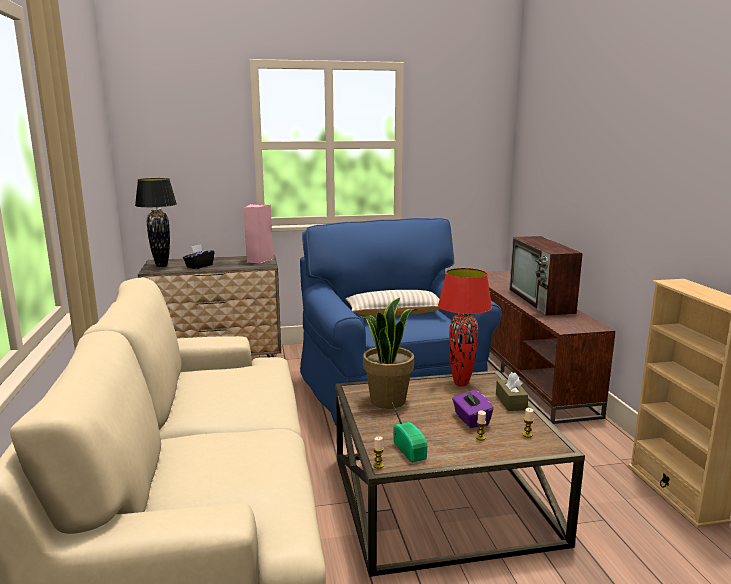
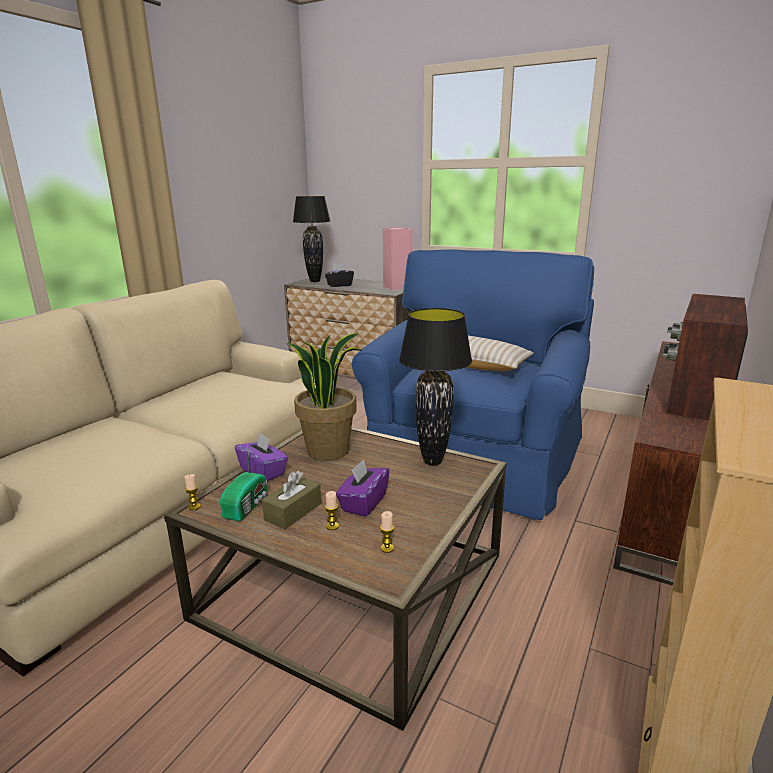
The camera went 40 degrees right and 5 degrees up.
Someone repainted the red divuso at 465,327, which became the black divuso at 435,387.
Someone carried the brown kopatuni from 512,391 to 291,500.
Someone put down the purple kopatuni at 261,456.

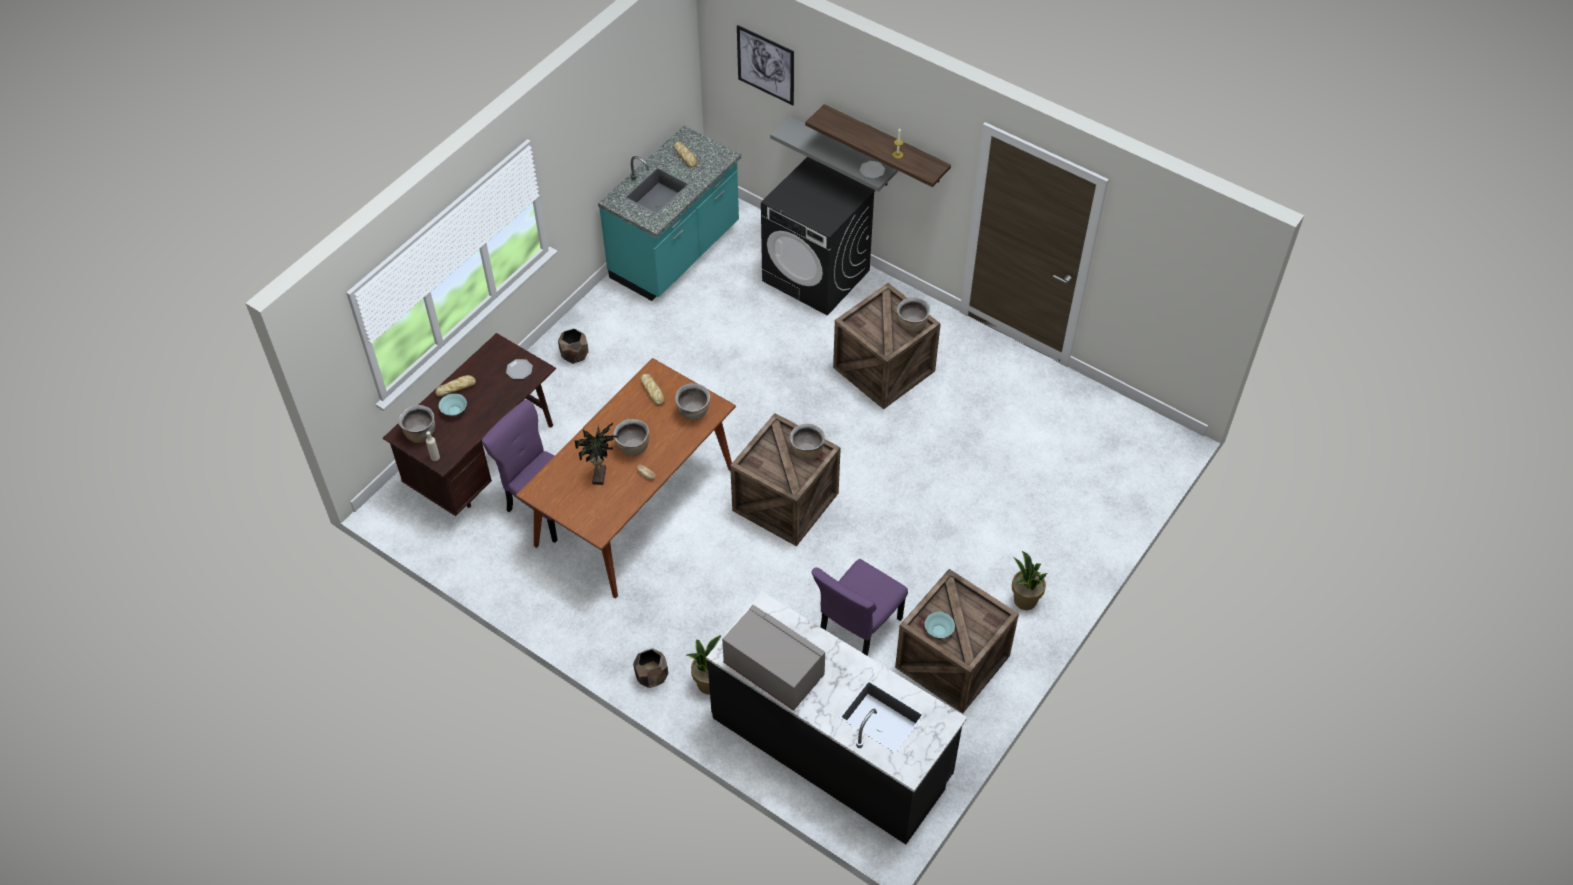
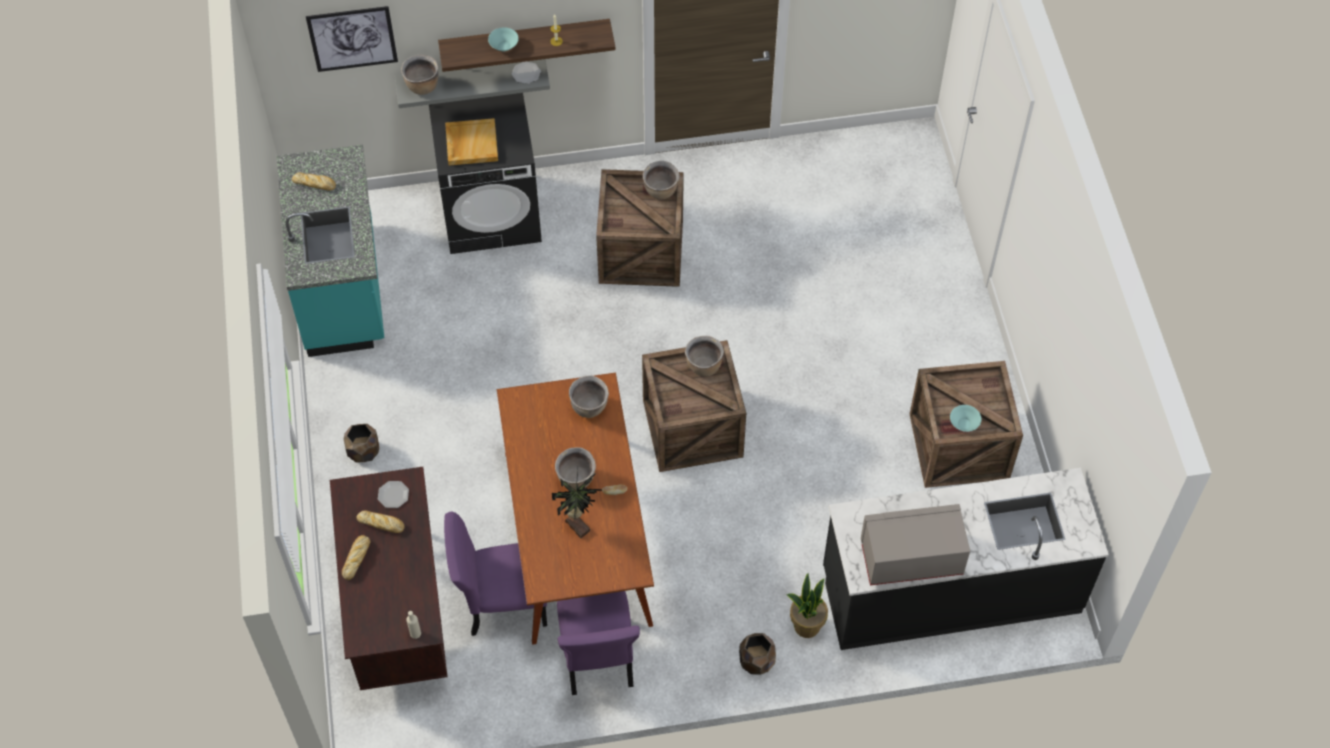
The camera went 45 degrees left and 5 degrees up.
Someone carried the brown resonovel from 416,424 to 420,75.
Someone carried the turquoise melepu from 453,404 to 503,39.
Someone carried the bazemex from 652,389 to 380,521.
Someone carried the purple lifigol from 860,607 to 598,643.
Someone took away the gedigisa at 1029,580.
Someone put down the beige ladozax at 471,142.

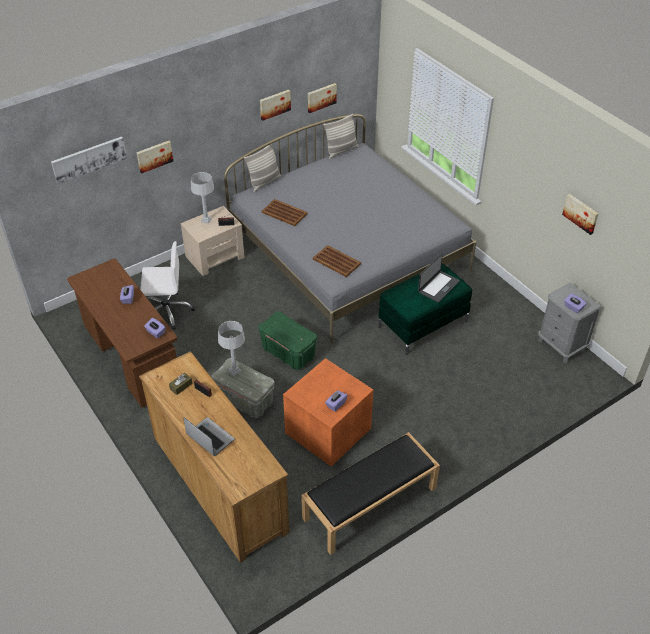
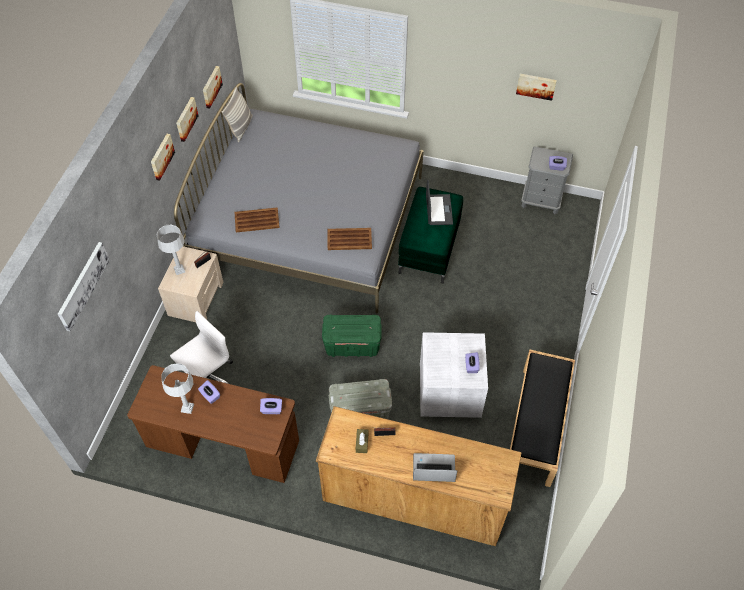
The camera went 40 degrees left and 10 degrees up.
Someone carried the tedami from 154,157 to 163,157.
Someone carried the grey divuso from 231,348 to 177,388.
Someone took away the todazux at 263,168.
Someone repainted the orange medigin at 328,412, which became the white medigin at 454,375.

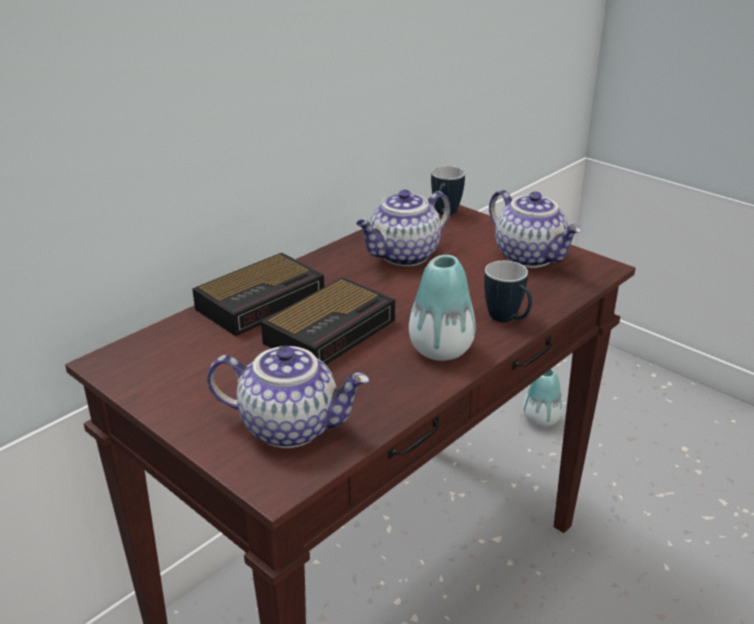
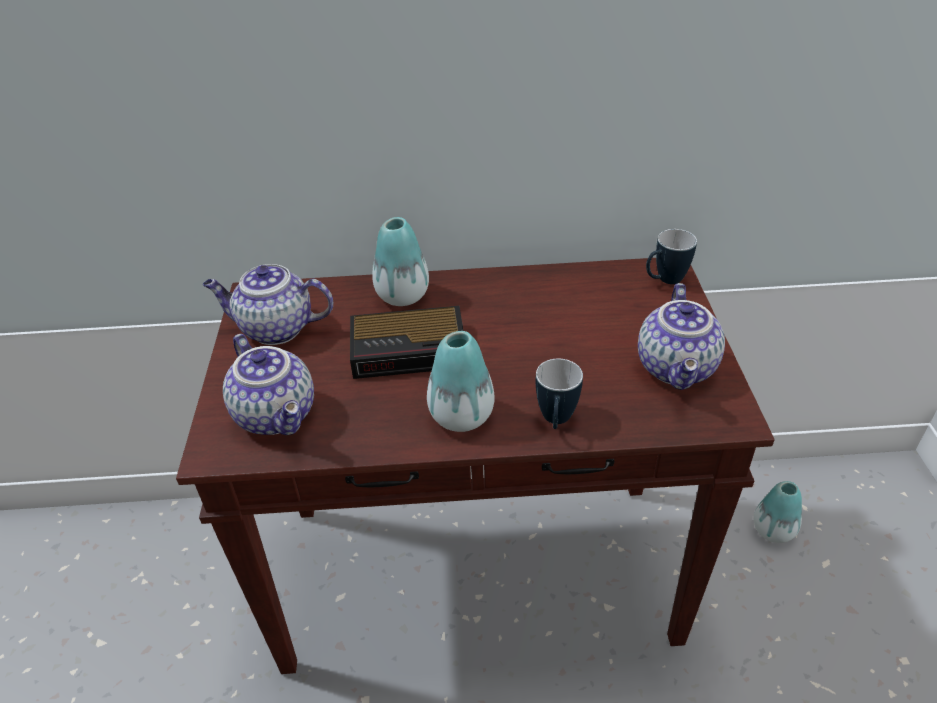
The camera went 45 degrees right and 10 degrees up.
Someone swapped the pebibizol at 258,294 for the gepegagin at 400,261.
Someone carried the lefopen from 403,228 to 268,304.

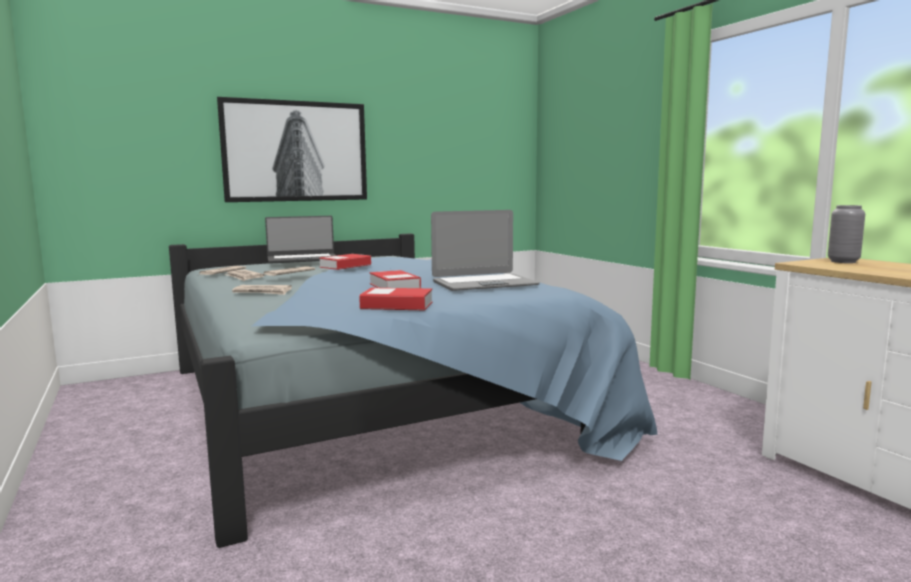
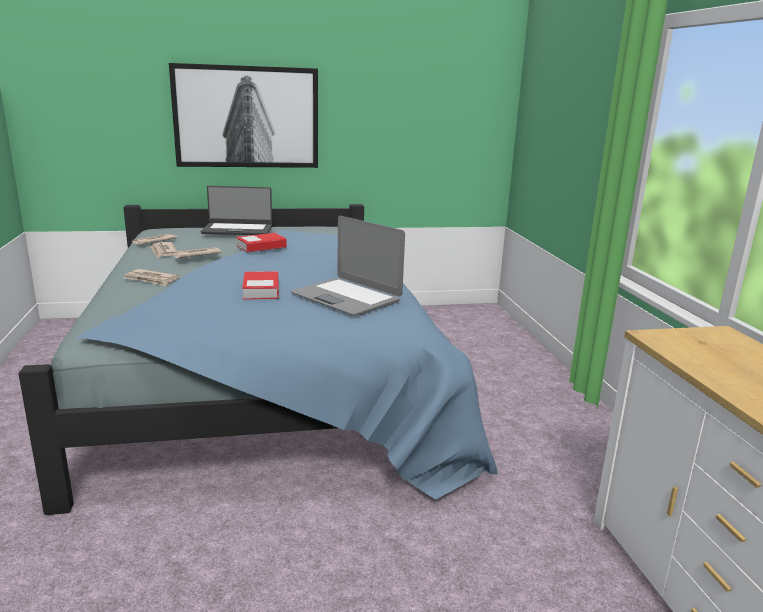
The camera went 15 degrees right and 10 degrees up.
Someone took away the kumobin at 395,299.
Someone rotated the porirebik at 485,250 by 45 degrees clockwise.
Someone took away the grey gepegagin at 846,234.

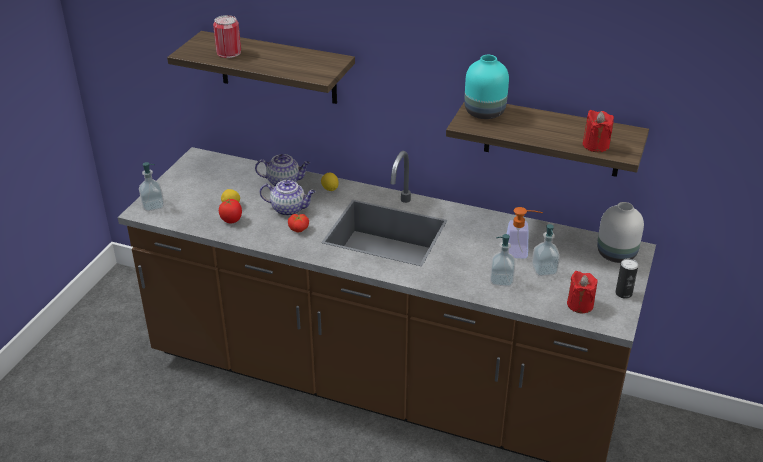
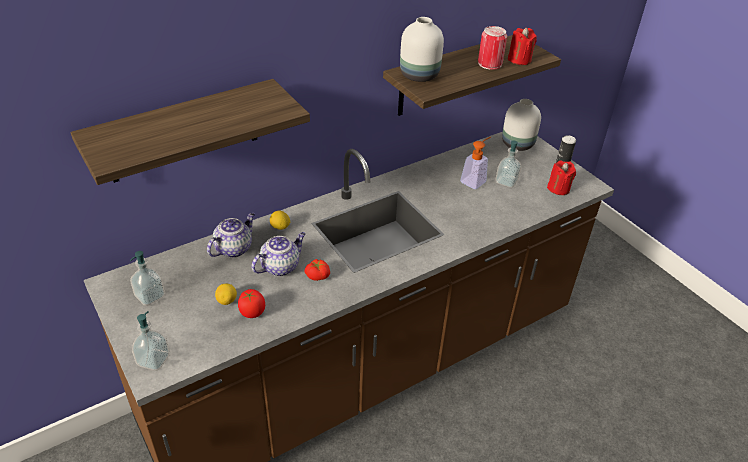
The camera went 55 degrees left and 5 degrees up.
Someone carried the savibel from 227,36 to 492,48.
Someone repainted the turquoise gepegagin at 486,87, which became the white gepegagin at 422,49.
Someone carried the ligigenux from 503,260 to 147,278.

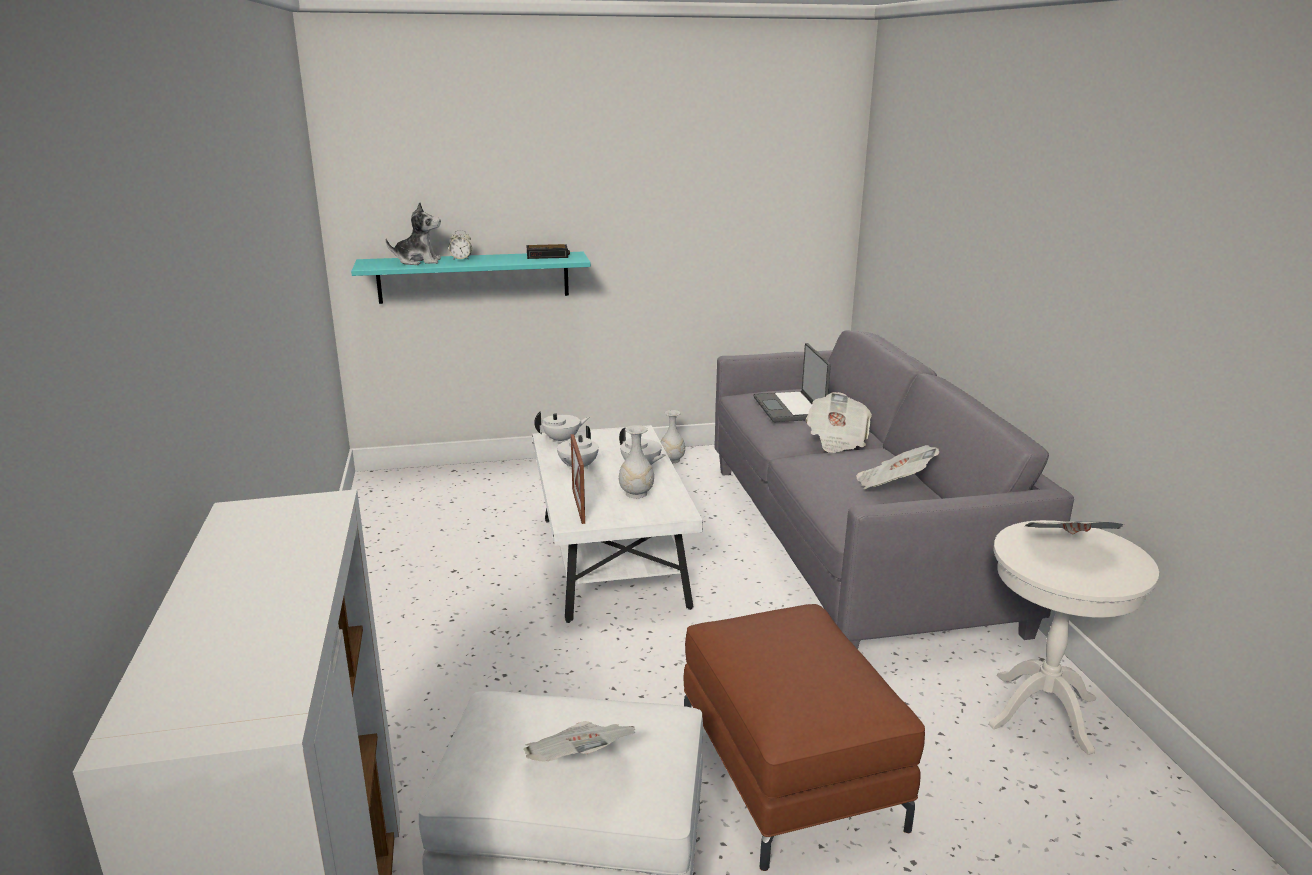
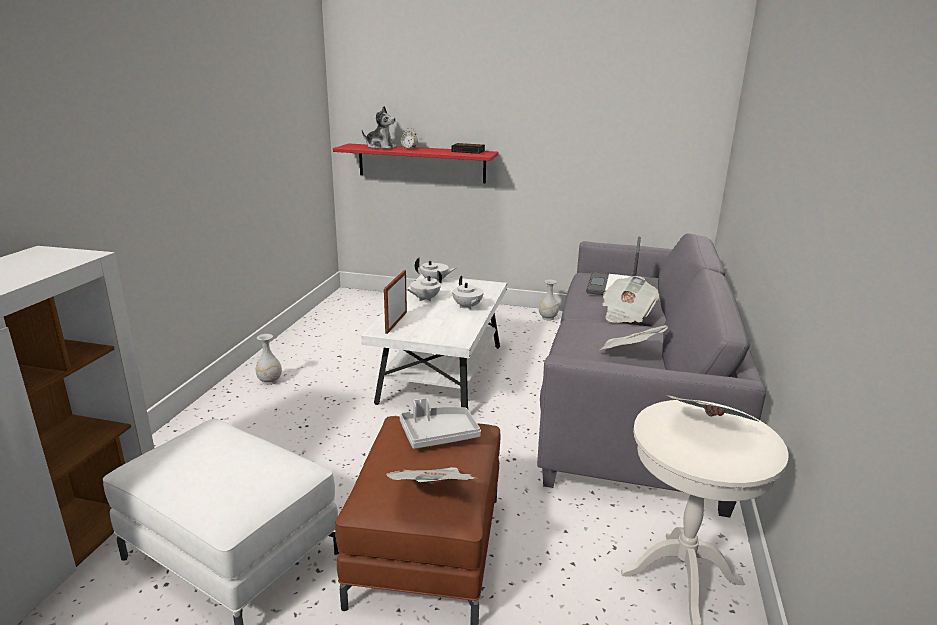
The camera went 25 degrees right and 0 degrees up.
Someone repainted the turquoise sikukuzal at 471,278, which became the red sikukuzal at 415,163.
Someone carried the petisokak from 579,741 to 431,475.
Someone carried the white gepegagin from 636,461 to 269,359.
Someone put down the grey ladozax at 440,423.

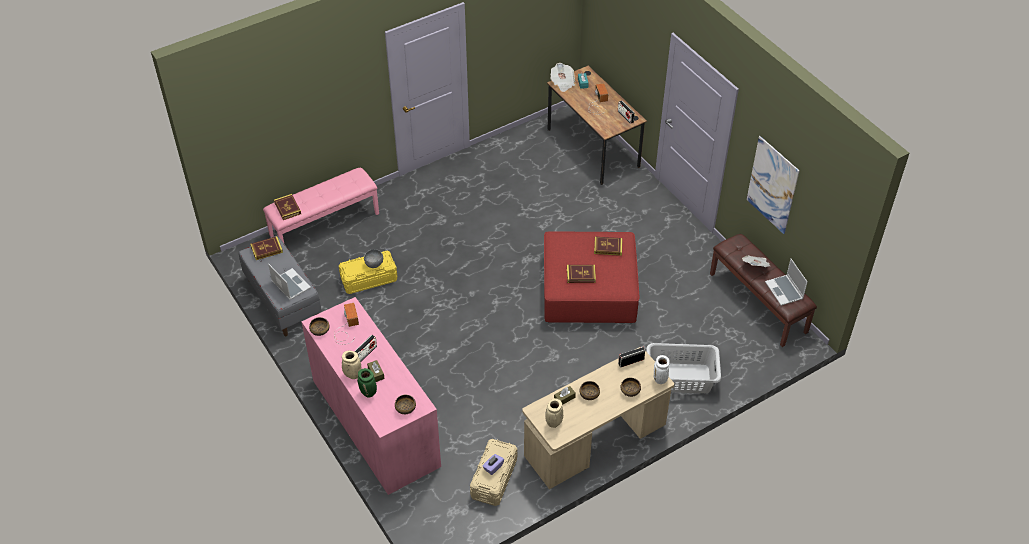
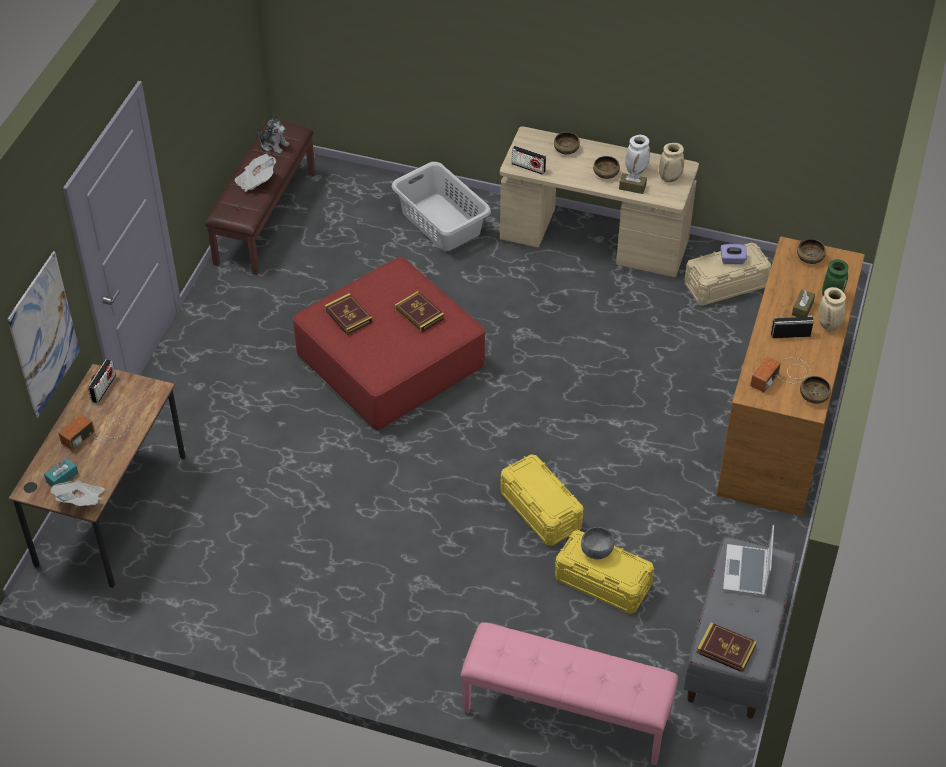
The camera went 130 degrees left and 0 degrees up.
Someone took away the kumobin at 287,207.
Someone repainted the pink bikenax at 371,396, which became the brown bikenax at 791,376.
Someone carried the white gepegagin from 662,369 to 637,155.
Someone carried the tedami from 773,185 to 43,334.
Someone swapped the porirebik at 786,282 for the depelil at 272,134.
Someone put down the yellow medigin at 542,500.

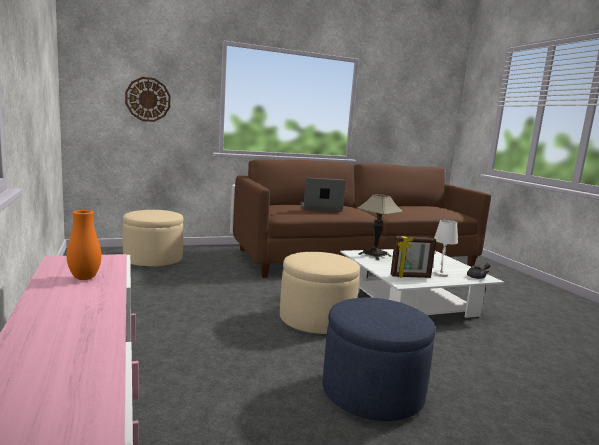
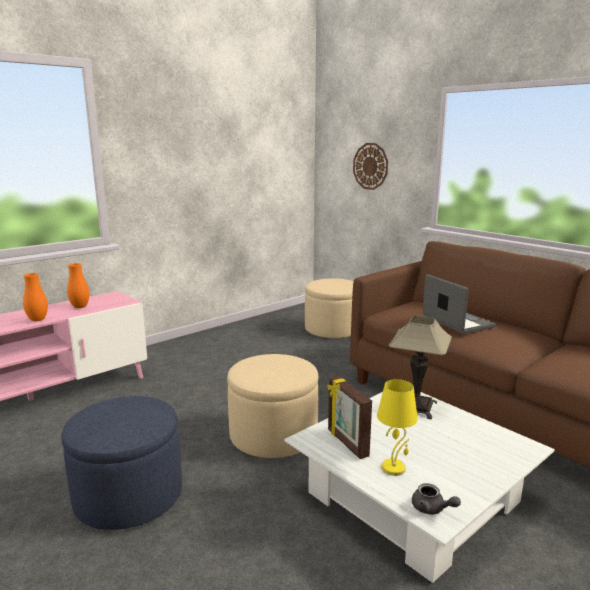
The camera went 70 degrees right and 5 degrees up.
Someone repainted the white divuso at 446,248, which became the yellow divuso at 397,427.
Someone put down the orange gepegagin at 35,297.

